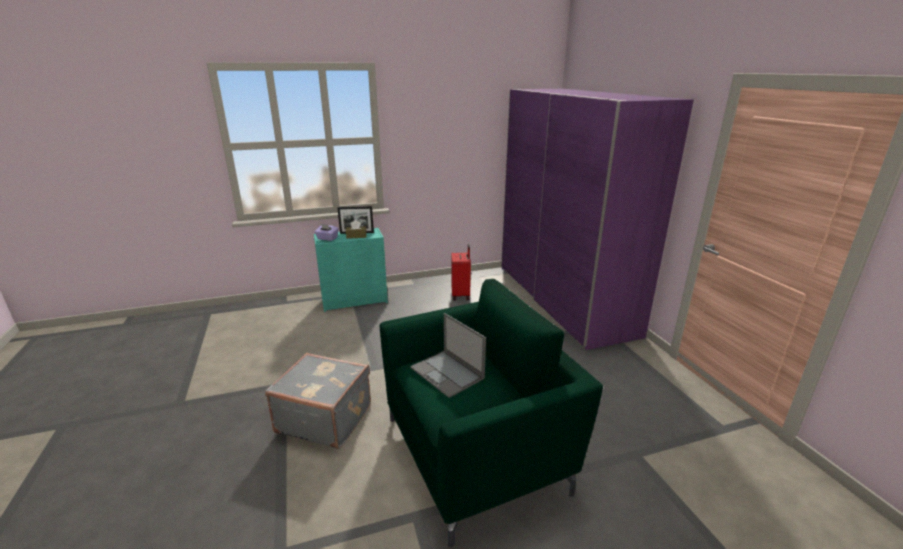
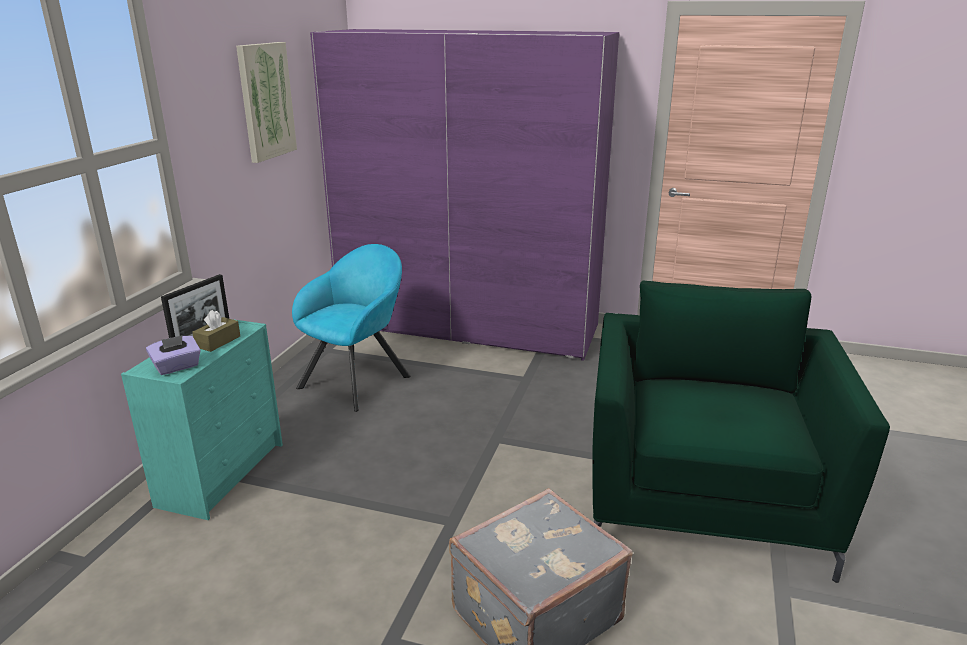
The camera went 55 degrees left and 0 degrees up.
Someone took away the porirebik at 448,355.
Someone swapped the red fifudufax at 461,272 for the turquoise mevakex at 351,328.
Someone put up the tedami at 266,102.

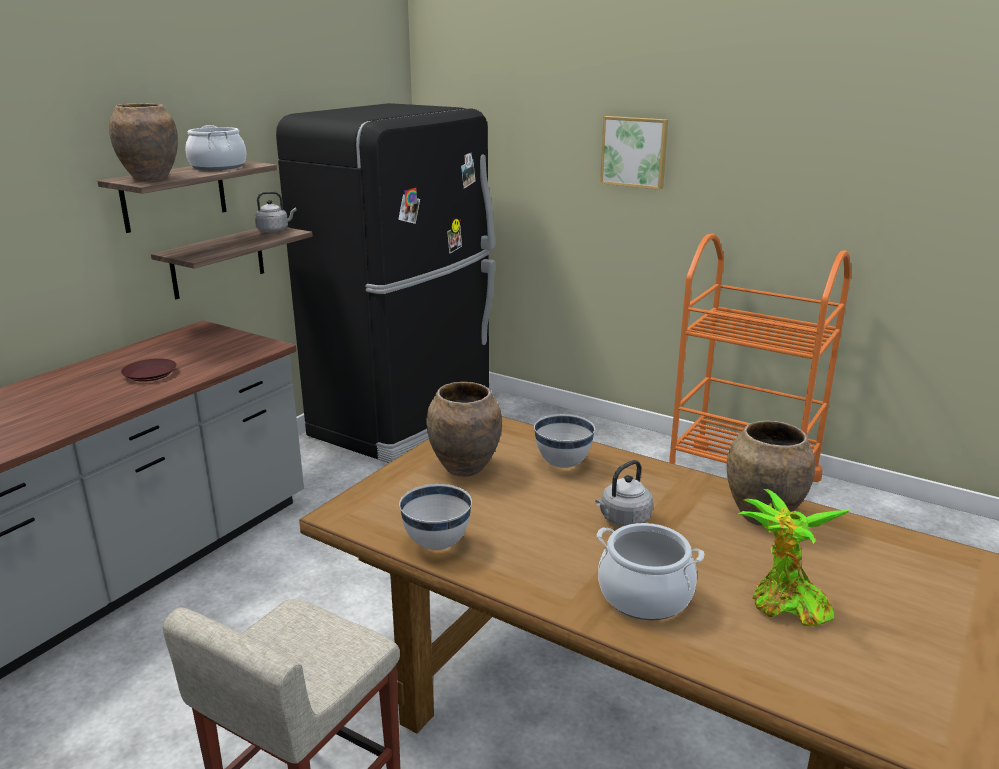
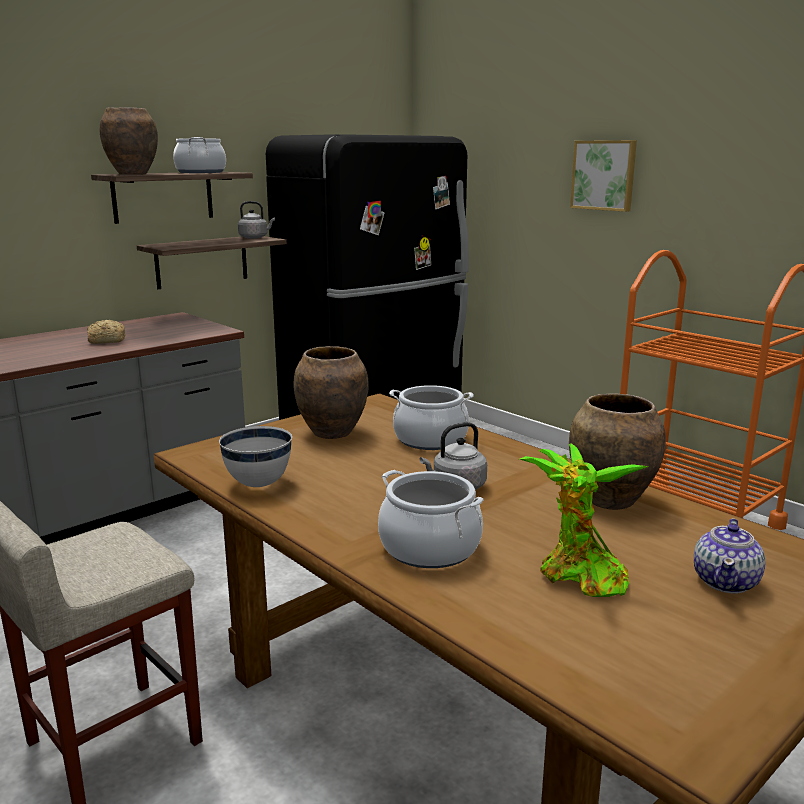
The camera went 15 degrees right and 5 degrees down.
Someone swapped the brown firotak at 149,370 for the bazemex at 106,332.
Someone swapped the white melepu at 564,441 for the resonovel at 431,417.
Someone put down the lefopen at 729,556.

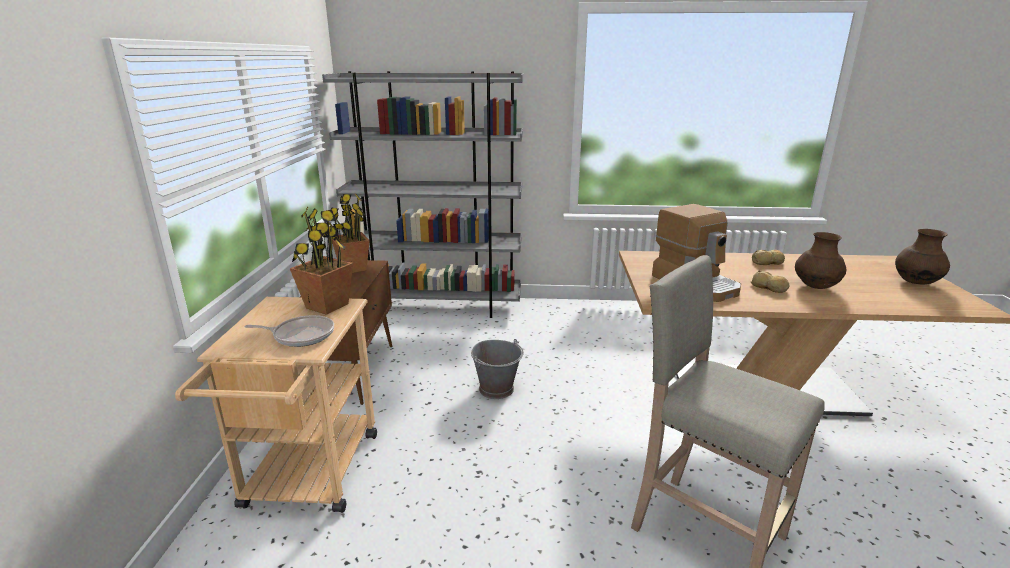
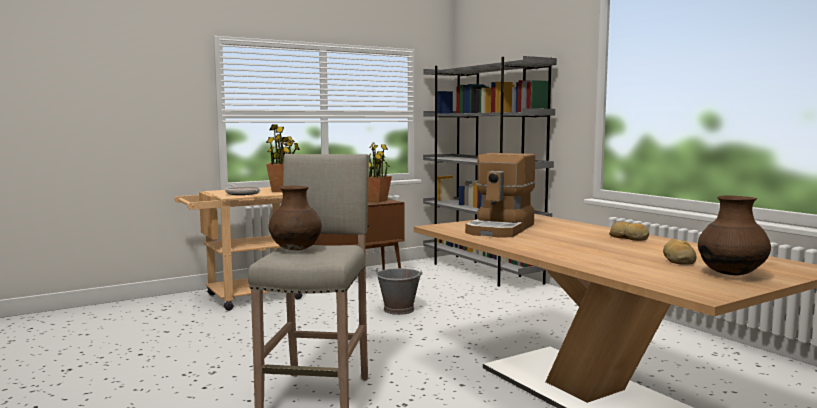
The camera went 55 degrees right and 15 degrees down.
Someone carried the bazemex from 770,282 to 680,252.
Someone carried the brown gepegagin from 820,260 to 295,218.

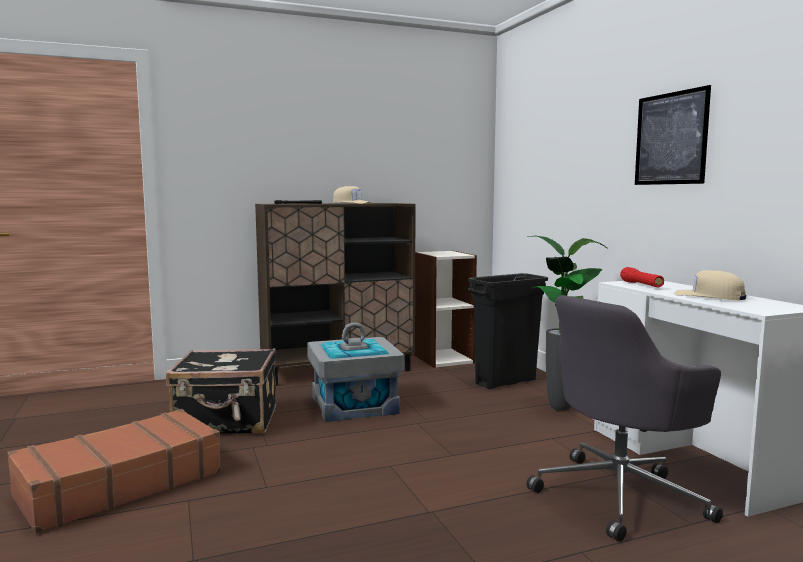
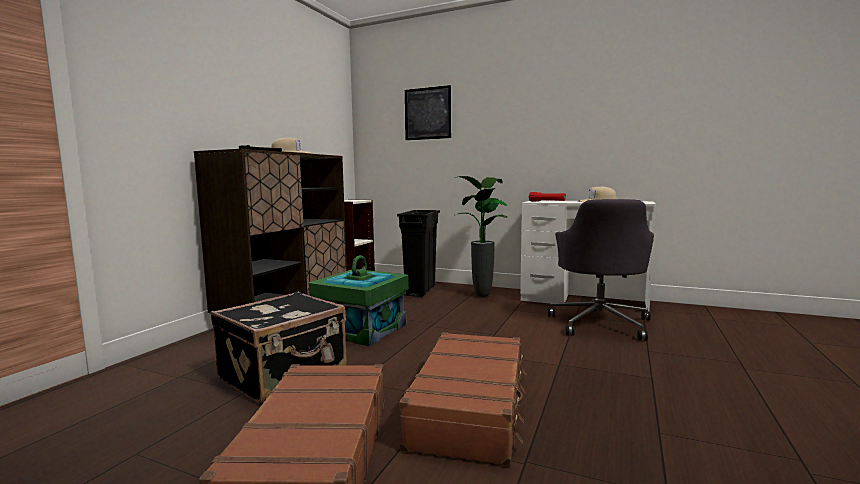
The camera went 45 degrees left and 0 degrees up.
Someone repainted the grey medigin at 355,372, which became the green medigin at 359,300.
Someone carried the tedami from 673,135 to 428,112.
Someone put down the brown fifudufax at 463,399.

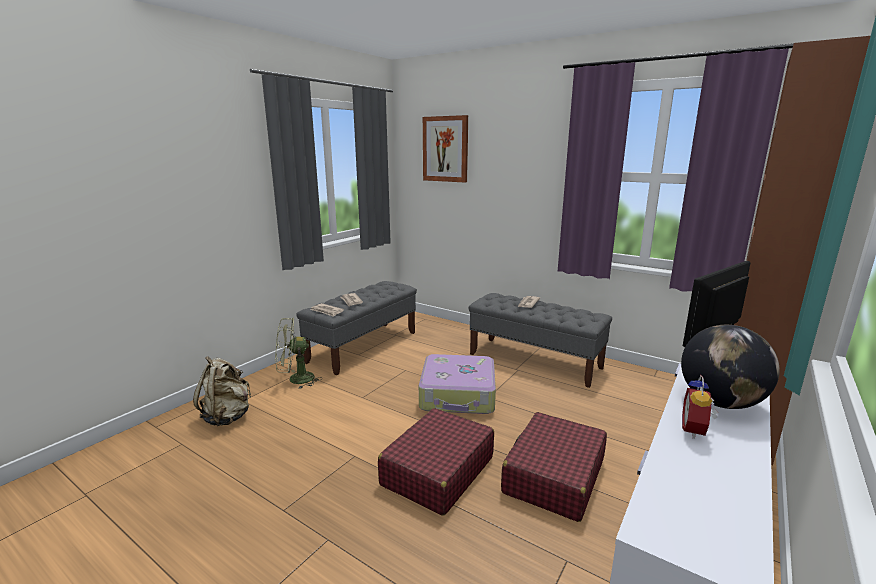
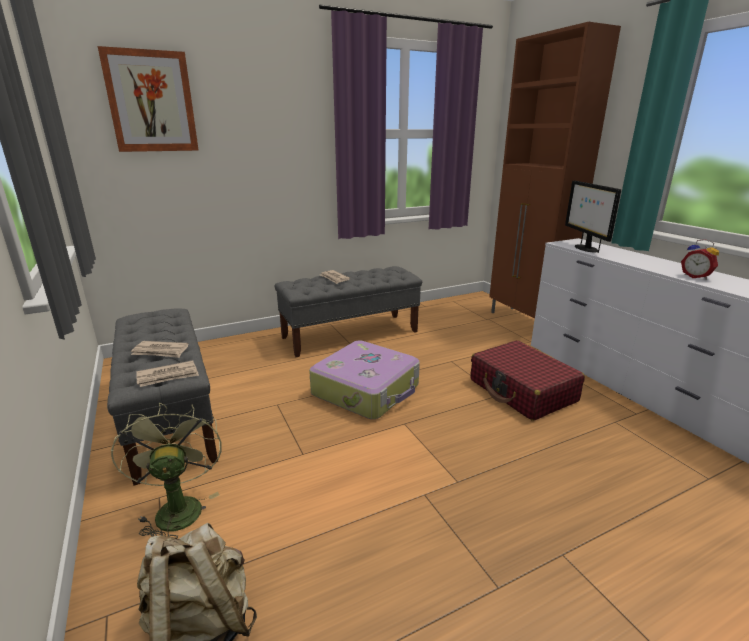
The camera went 60 degrees left and 5 degrees up.
Someone rotated the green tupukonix at 298,353 by 150 degrees clockwise.
Someone took away the red fifudufax at 436,462.
Someone took away the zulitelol at 730,367.

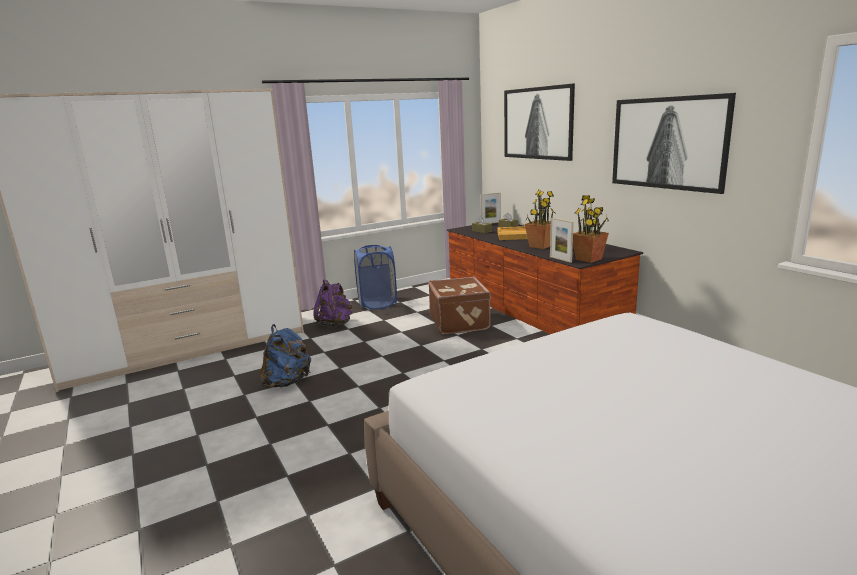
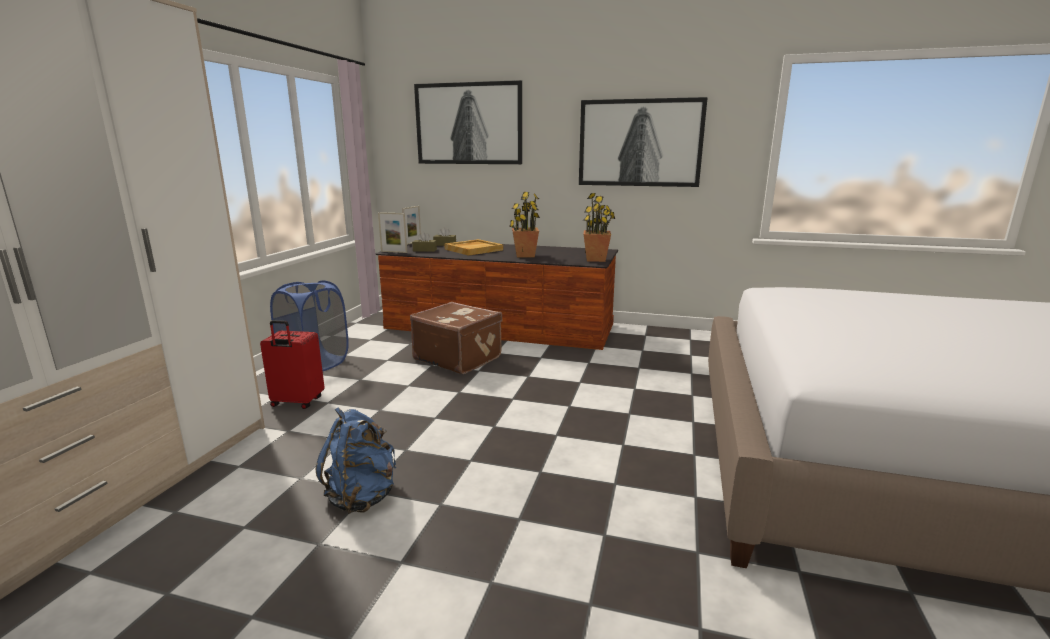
The camera went 45 degrees left and 0 degrees up.
Someone swapped the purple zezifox at 333,303 for the red fifudufax at 292,364.
Someone carried the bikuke from 562,240 to 392,232.

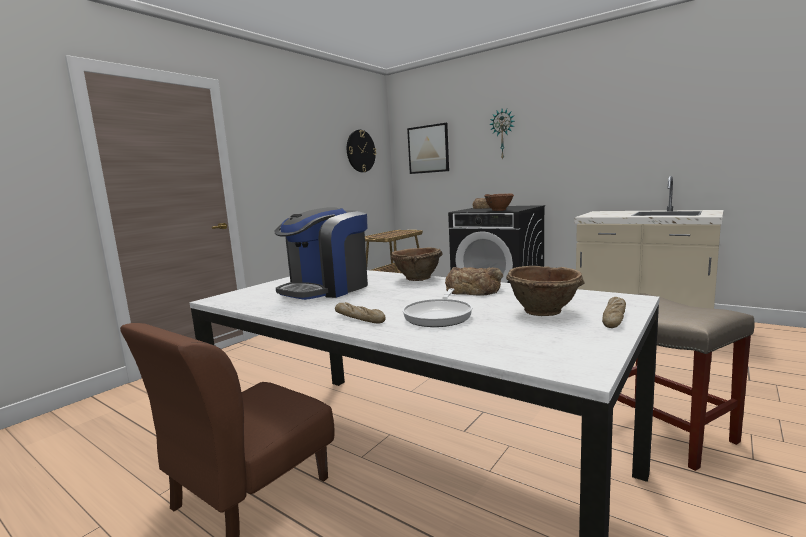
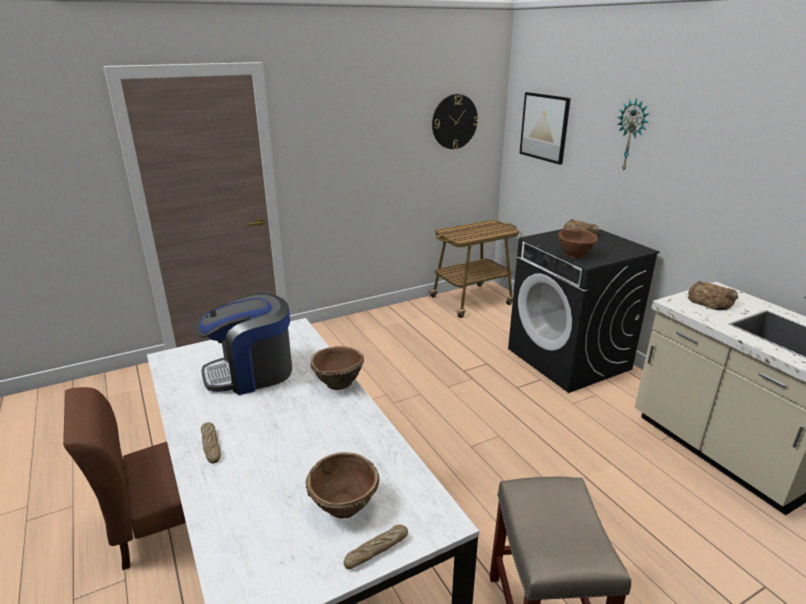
The camera went 25 degrees right and 15 degrees up.
Someone took away the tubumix at 437,307.
Someone carried the bazemex from 474,281 to 713,295.

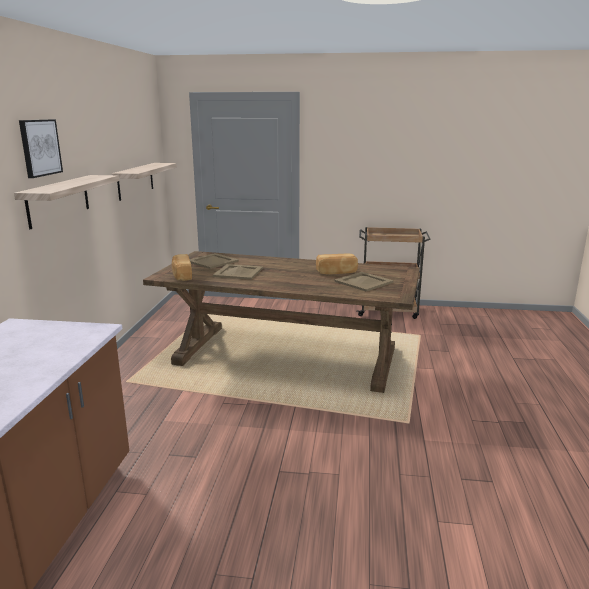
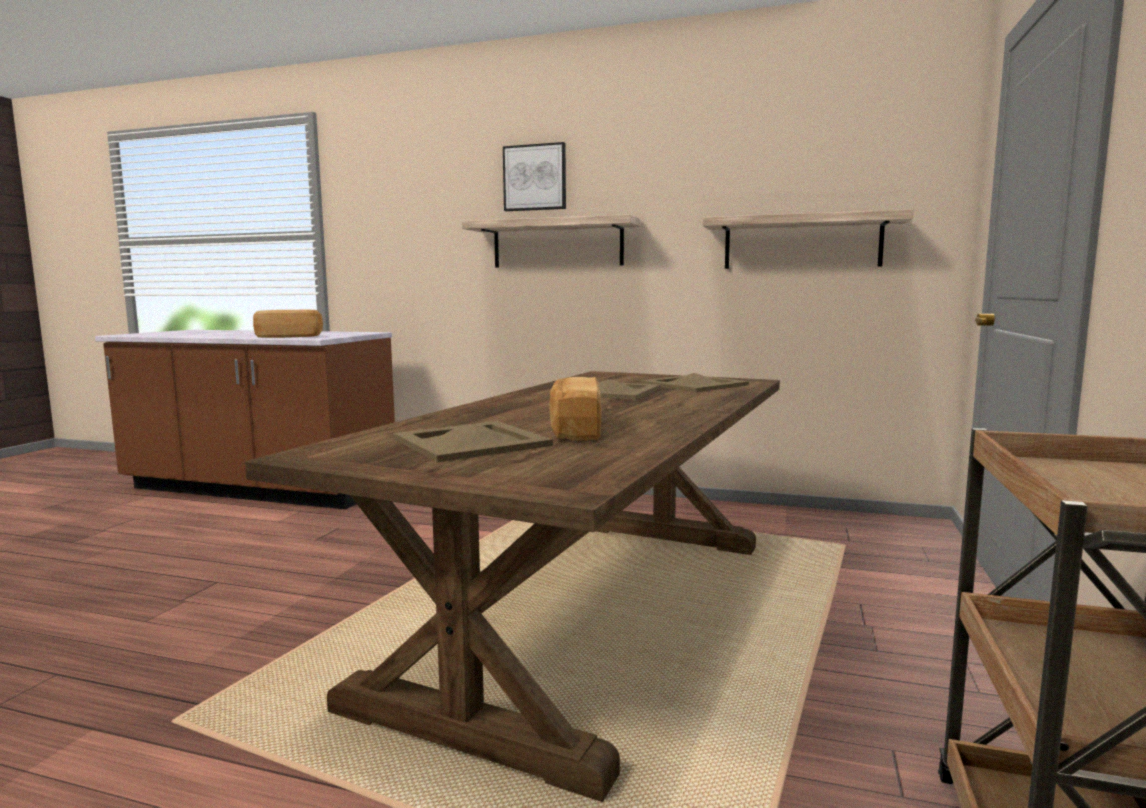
The camera went 100 degrees right and 10 degrees down.
Someone carried the bazemex from 182,267 to 288,324.

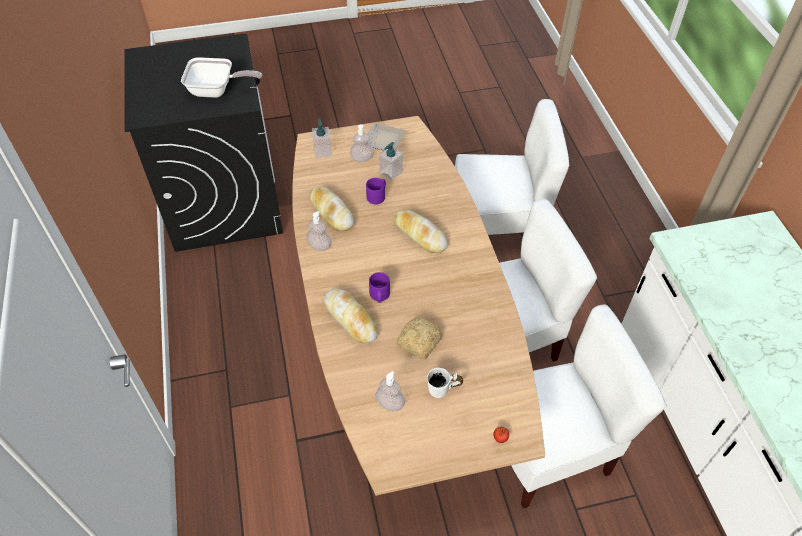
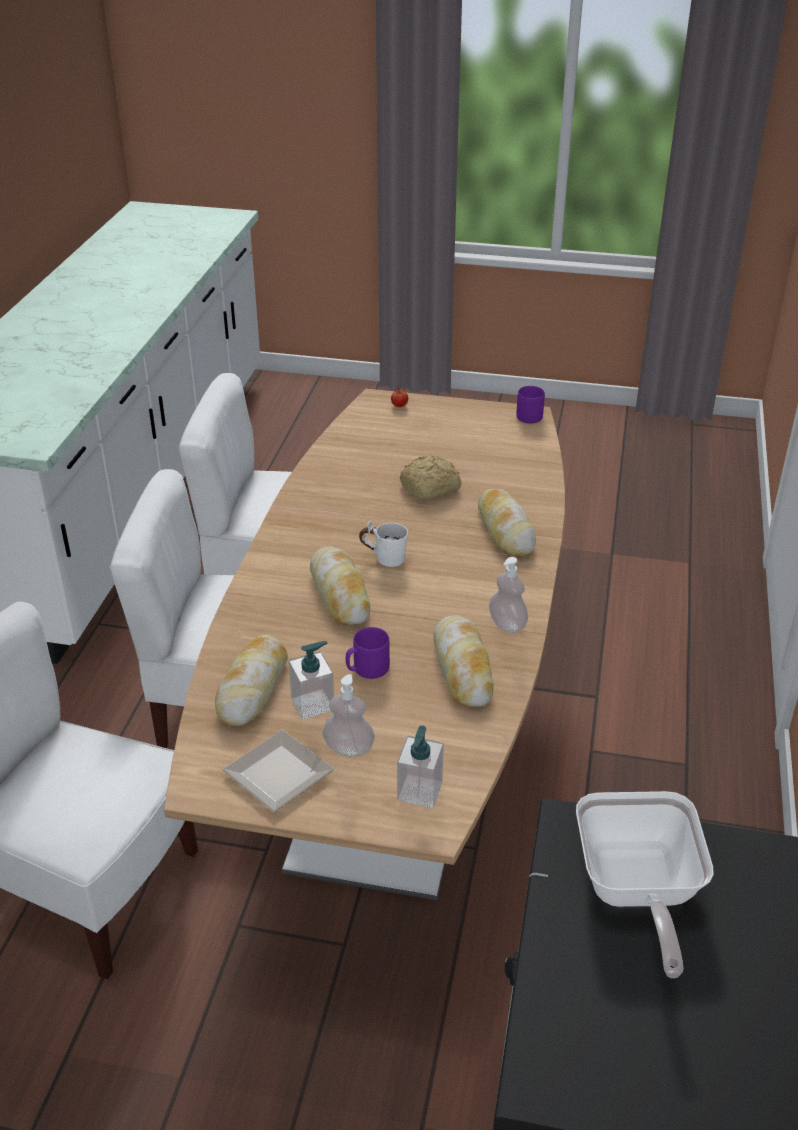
The camera went 155 degrees left and 15 degrees down.
Someone rotated the tubumix at 221,77 by 120 degrees counterclockwise.
Someone carried the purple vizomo from 379,287 to 530,405.
Someone took away the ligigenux at 390,391.
Someone carried the white vizomo from 445,383 to 383,544.
Someone put down the bazemex at 251,680.

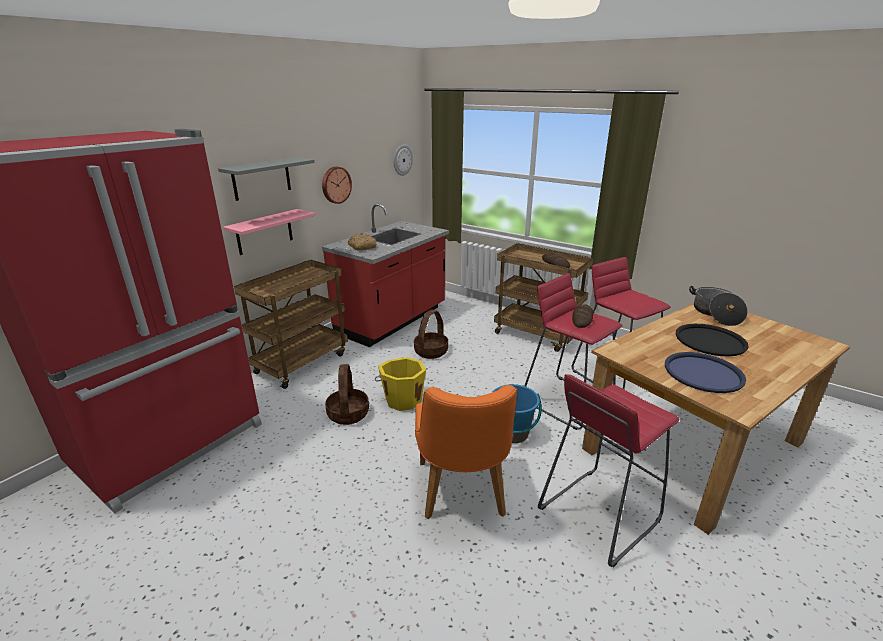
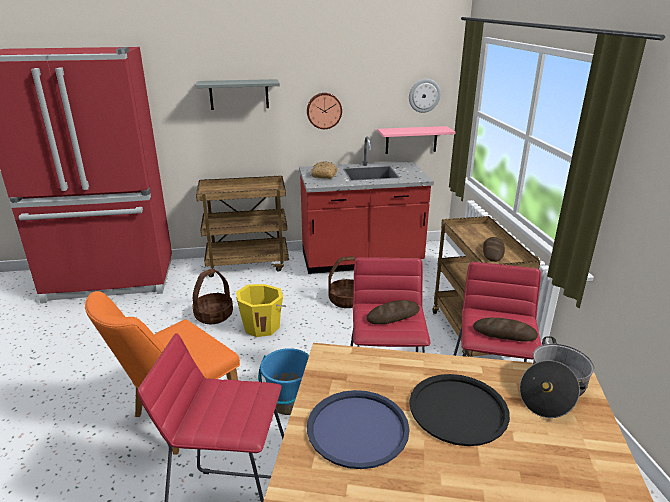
The camera went 45 degrees right and 0 degrees up.
Someone carried the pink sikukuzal from 269,232 to 416,140.
Someone put down the bazemex at 505,330.

